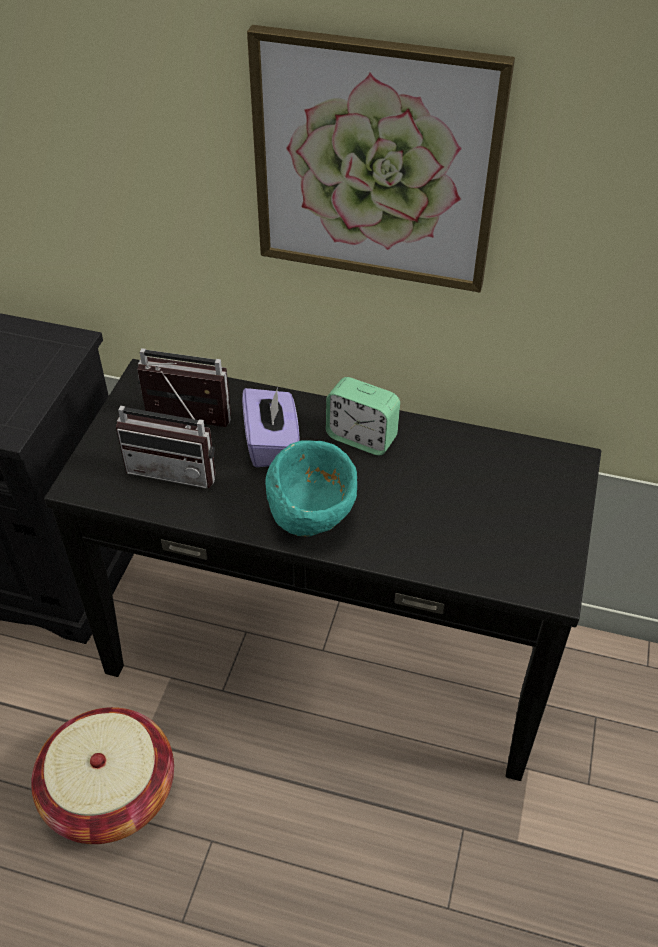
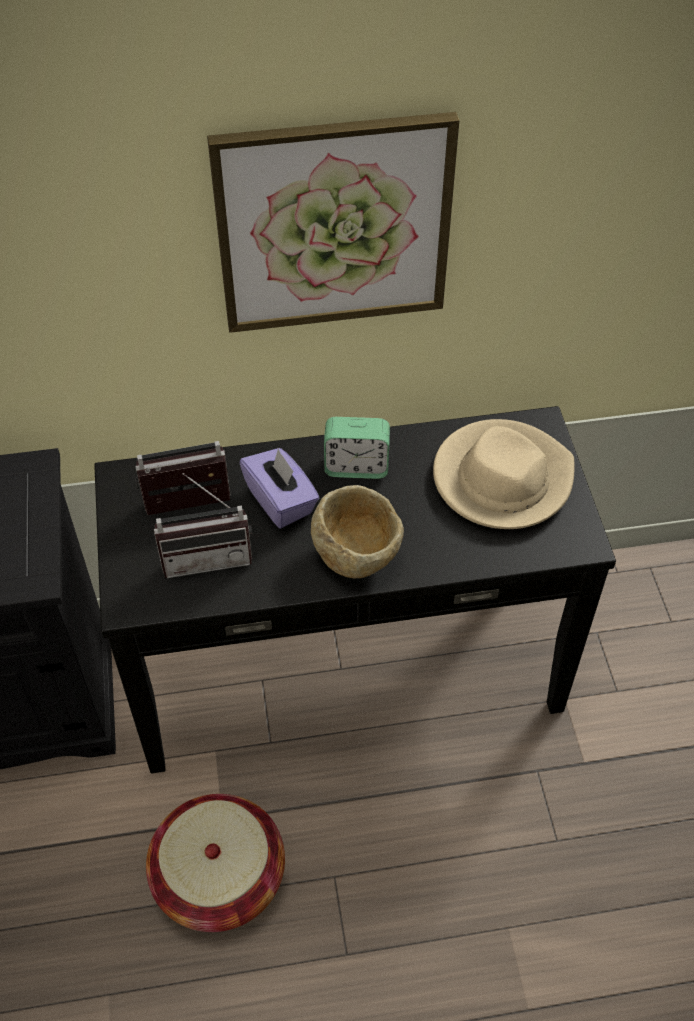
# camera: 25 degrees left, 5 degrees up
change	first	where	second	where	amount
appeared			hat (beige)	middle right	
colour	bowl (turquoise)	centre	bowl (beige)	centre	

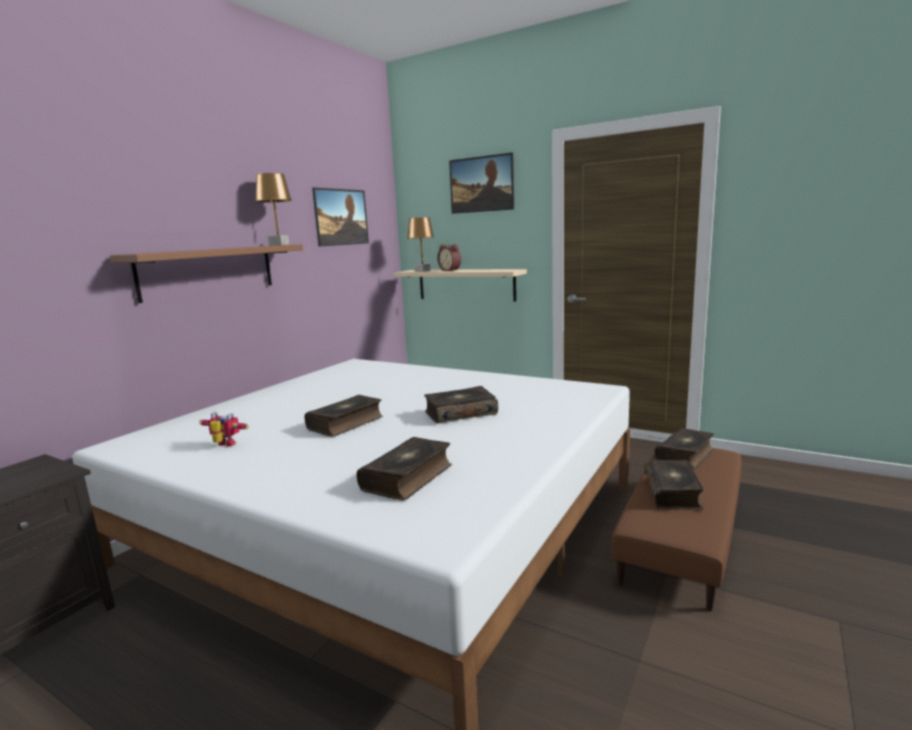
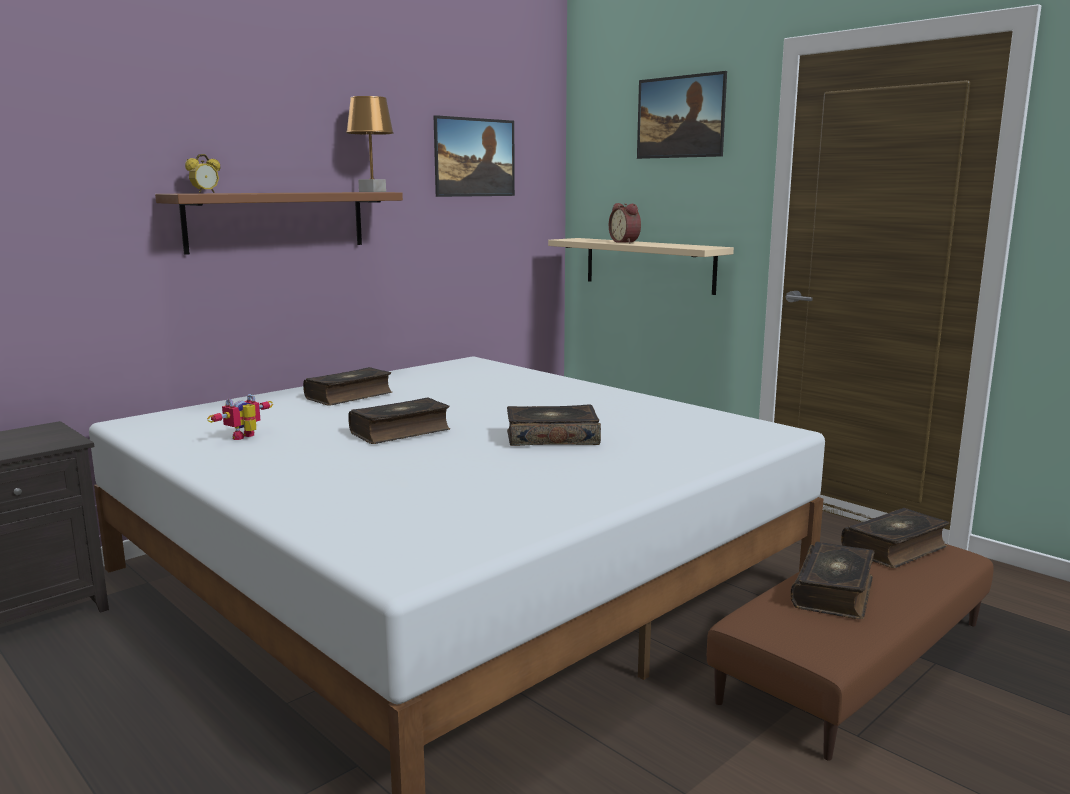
# camera: 15 degrees right, 0 degrees up
change	first	where	second	where	amount
missing	table lamp (brown) (no. 2 from left)	centre			
appeared			alarm clock (no. 1 from left)	top left	
relocated	book (no. 2 from left in the first image)	centre	book (no. 1 from left)	middle left	
spun	toy robot	middle left		middle left	90 degrees counterclockwise

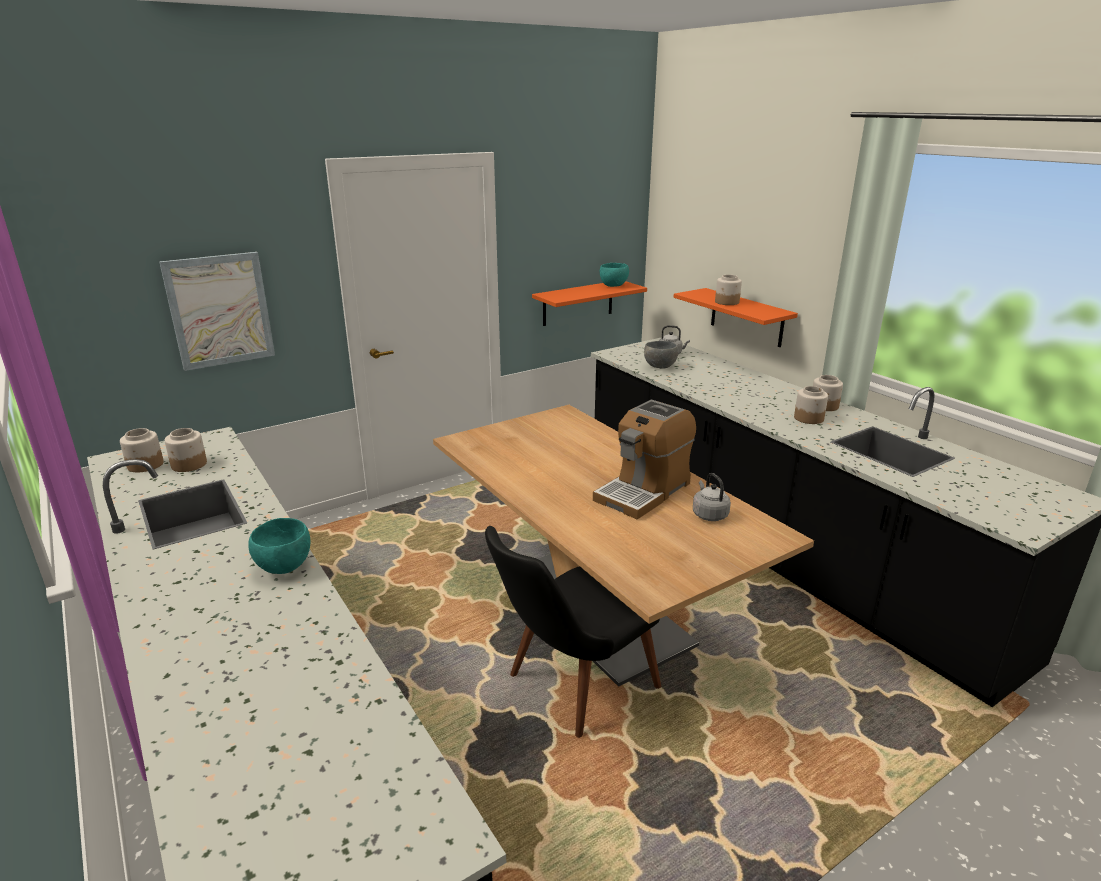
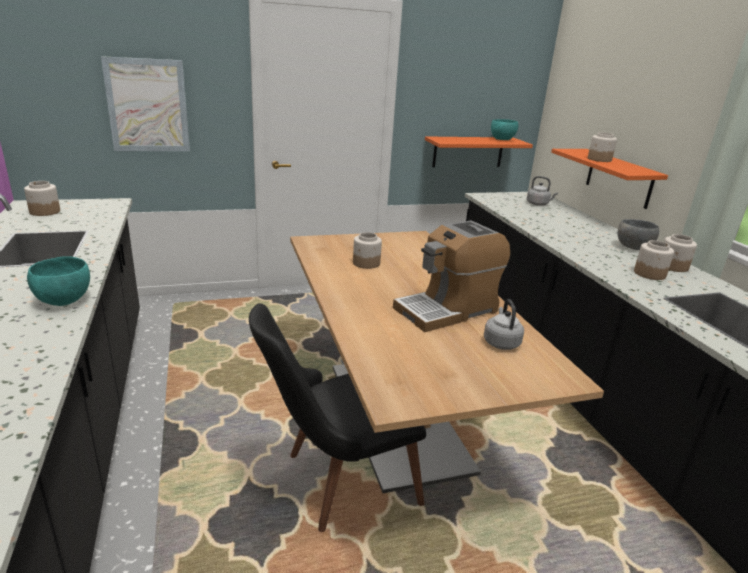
# camera: 15 degrees right, 0 degrees up
change	first	where	second	where	amount
relocated	jar (no. 2 from left)	middle left		centre	
relocated	bowl (grey)	centre		middle right	

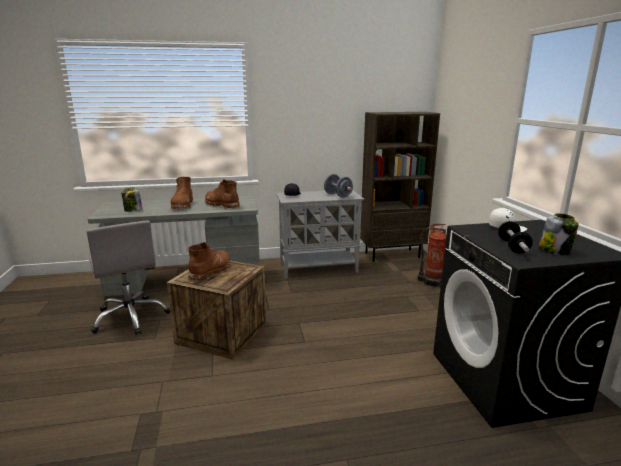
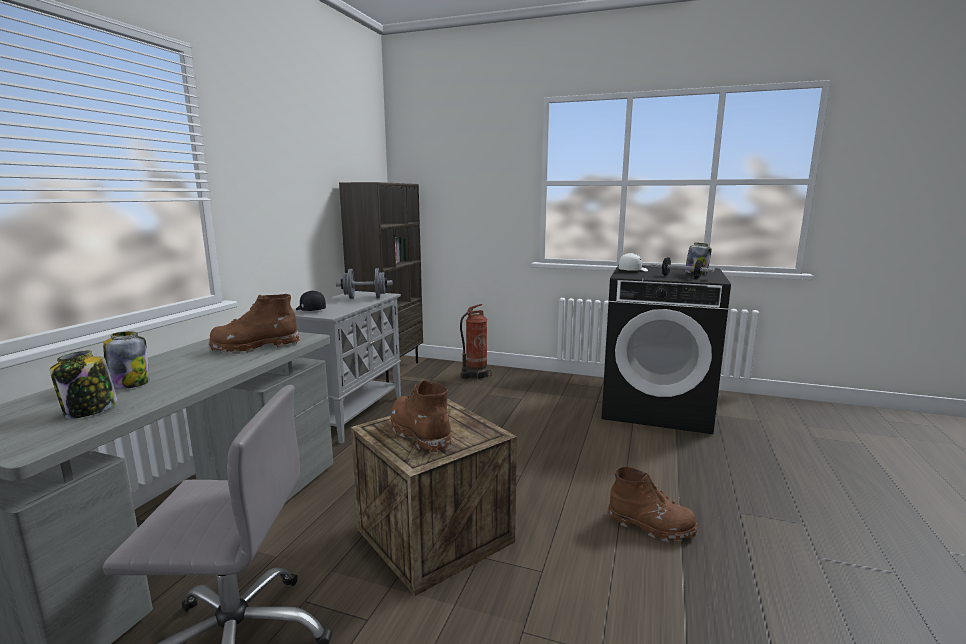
# camera: 60 degrees left, 5 degrees down
change	first	where	second	where	amount
appeared			jar (no. 2 from left)	middle left	
relocated	boot (brown) (no. 1 from left in the first image)	middle left	boot (brown) (no. 3 from left)	bottom right	

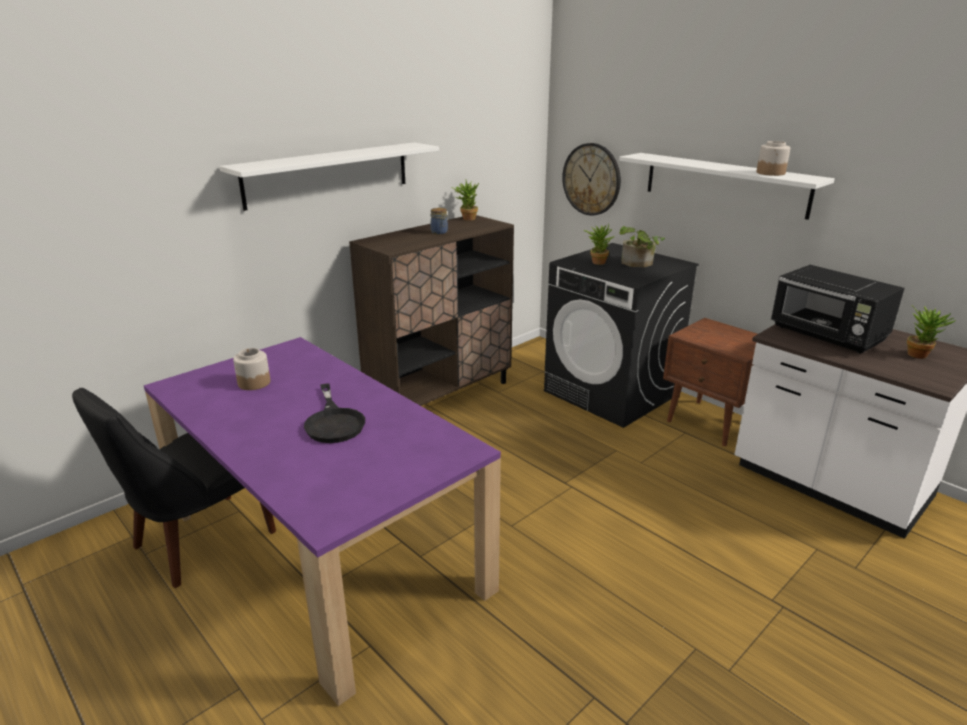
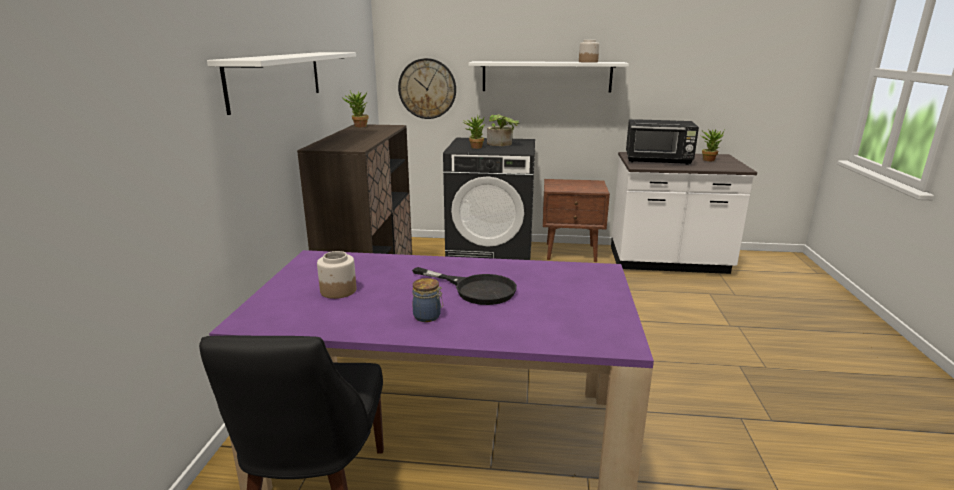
# camera: 40 degrees left, 5 degrees down
change	first	where	second	where	amount
relocated	jar (no. 2 from left)	top centre		centre	

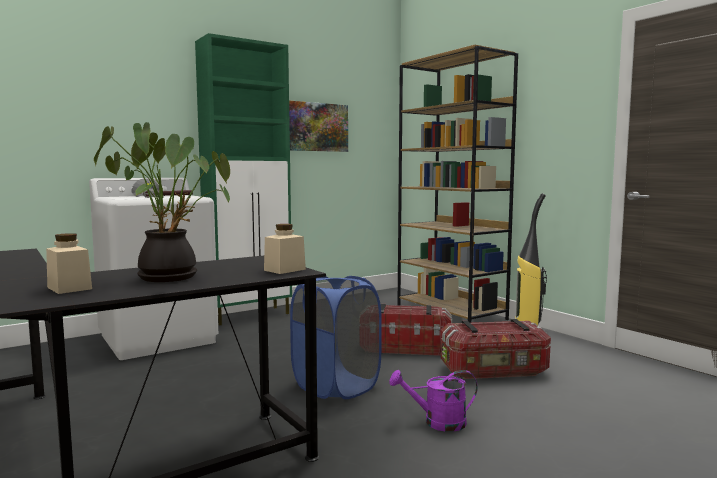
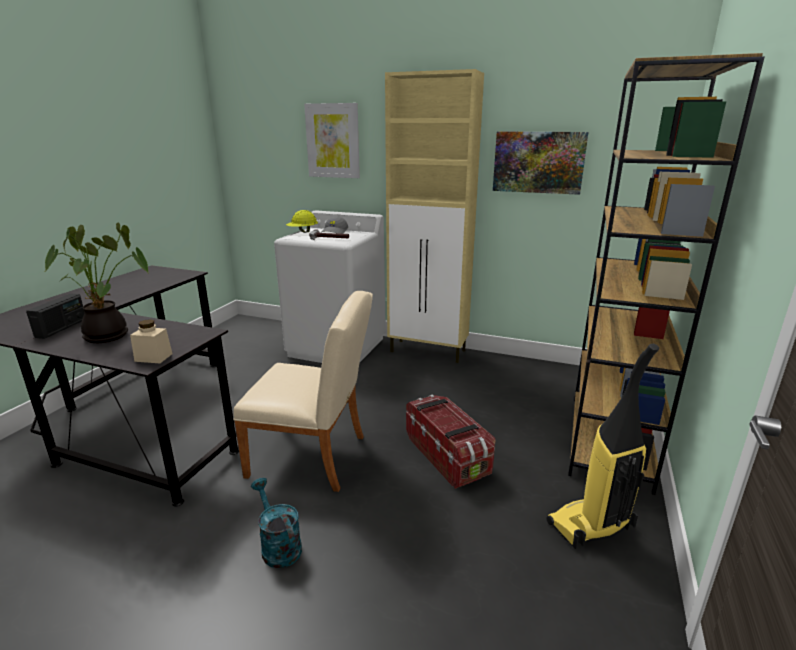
# camera: 55 degrees right, 15 degrees up
change	first	where	second	where	amount
missing	storage box (no. 2 from left)	bottom right			
appeared			hard hat (yellow)	centre	
appeared			picture (no. 1 from left)	top centre	
exchanged	jar (beige) (no. 1 from left)	middle left	radio	middle left	
exchanged	laundry basket (blue)	bottom centre	chair (beige)	centre	
colour	cabinet (green)	centre	cabinet (beige)	top centre	
colour	watering can (purple)	bottom centre	watering can (turquoise)	bottom centre	

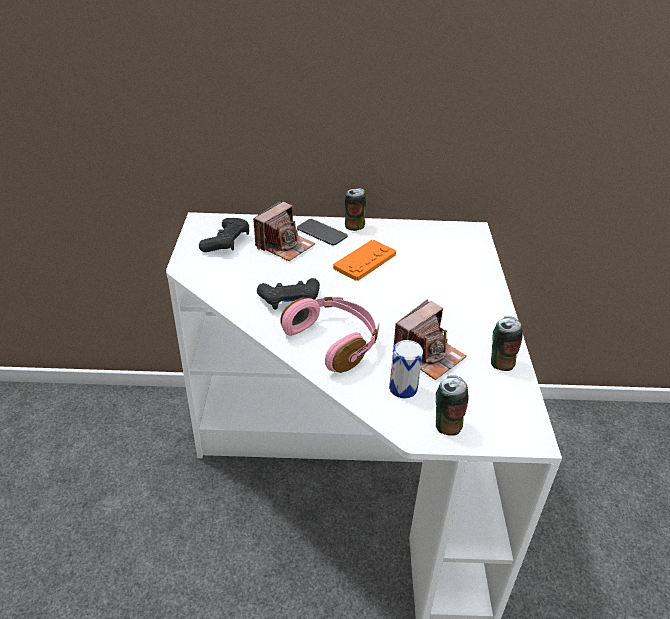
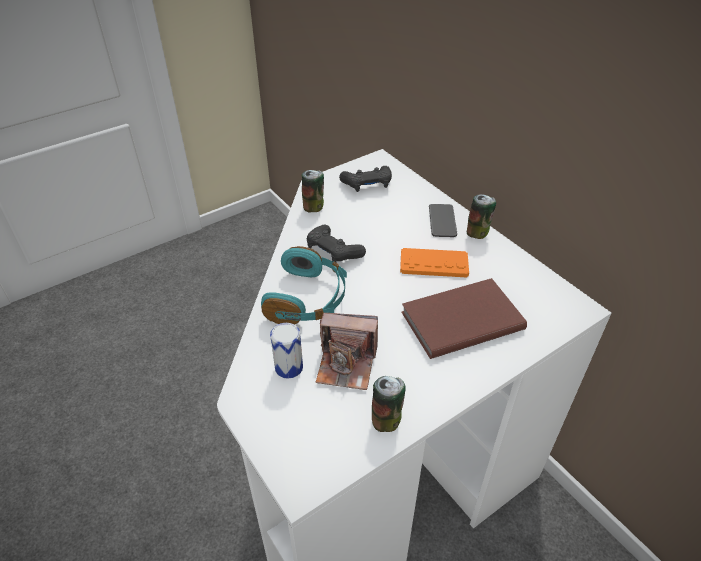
# camera: 55 degrees right, 5 degrees up
change	first	where	second	where	amount
missing	photo camera (no. 1 from left)	centre			
appeared			book (brown)	centre	
relocated	can (no. 3 from left in the first image)	middle right	can (no. 2 from left)	centre	
colour	headphones (pink)	centre	headphones (turquoise)	centre	

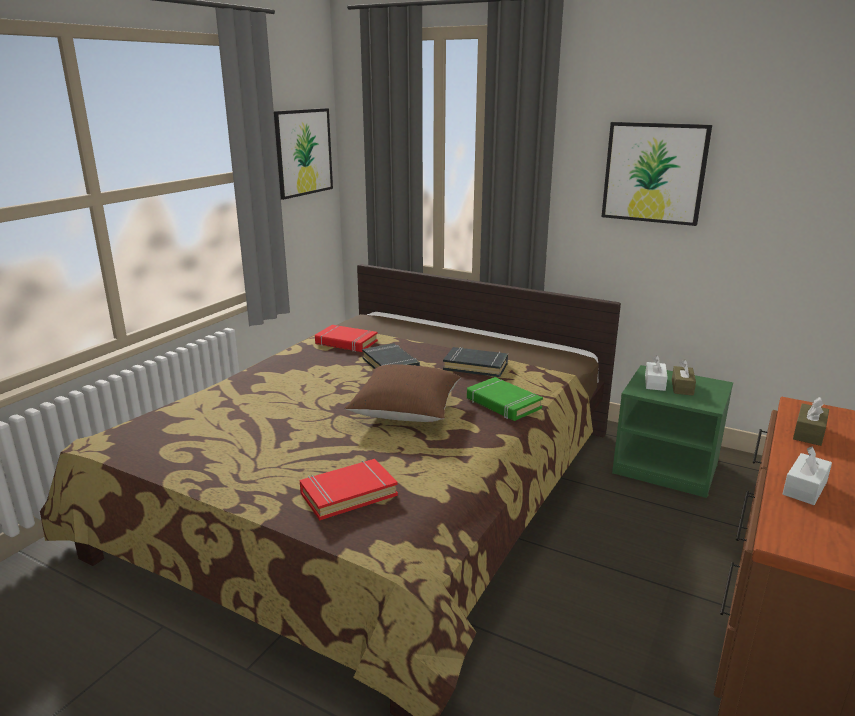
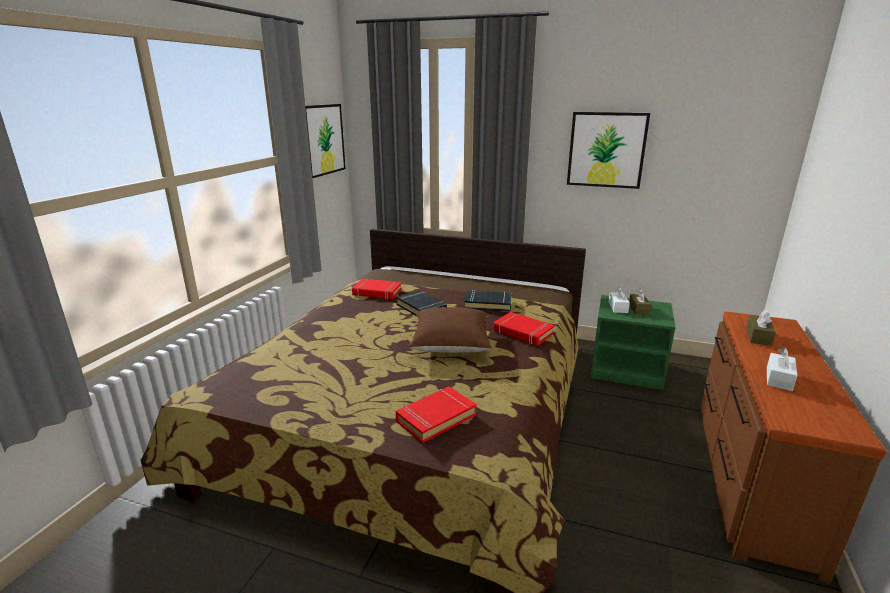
# camera: 10 degrees left, 0 degrees up
change	first	where	second	where	amount
colour	book (green)	centre	book (red) (no. 3 from left)	centre	

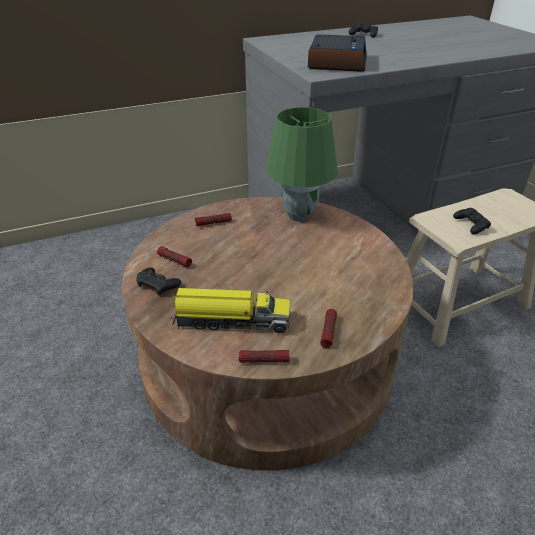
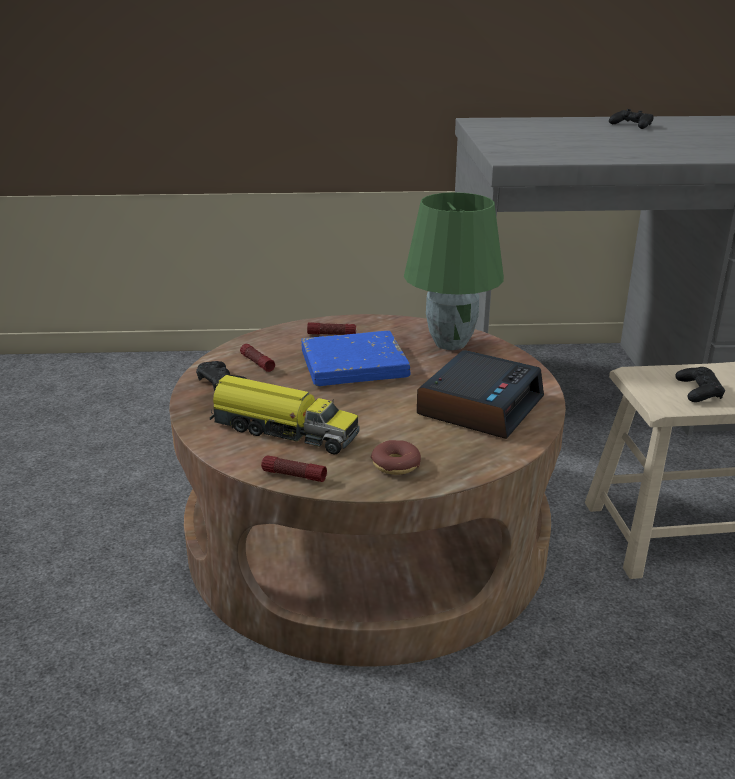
# camera: 20 degrees right, 10 degrees down
change	first	where	second	where	amount
appeared			book (blue)	centre	
relocated	alarm clock	top centre		centre	
exchanged	flashlight (no. 4 from left)	centre	donut	centre	

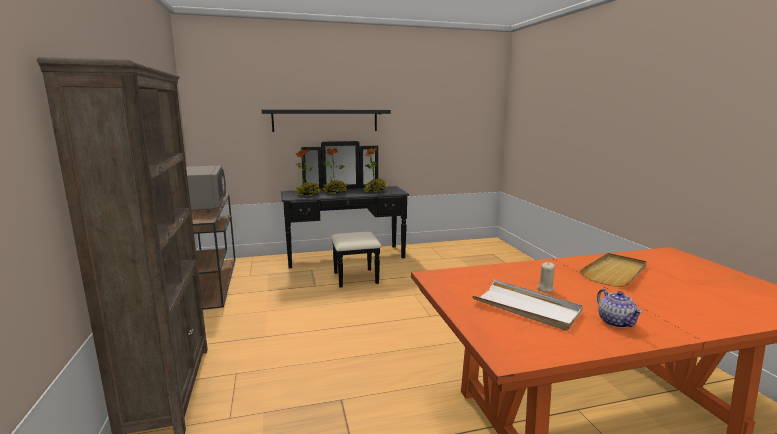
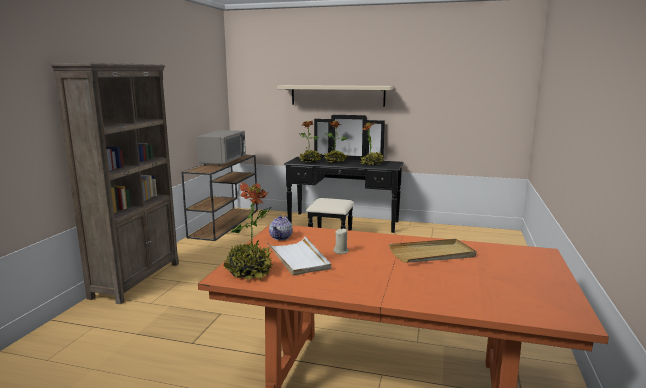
# camera: 30 degrees right, 0 degrees up
change	first	where	second	where	amount
appeared			potted plant (no. 1 from left)	centre	
relocated	teapot	bottom right		centre	
colour	shelf (black)	top centre	shelf (beige)	top centre	

